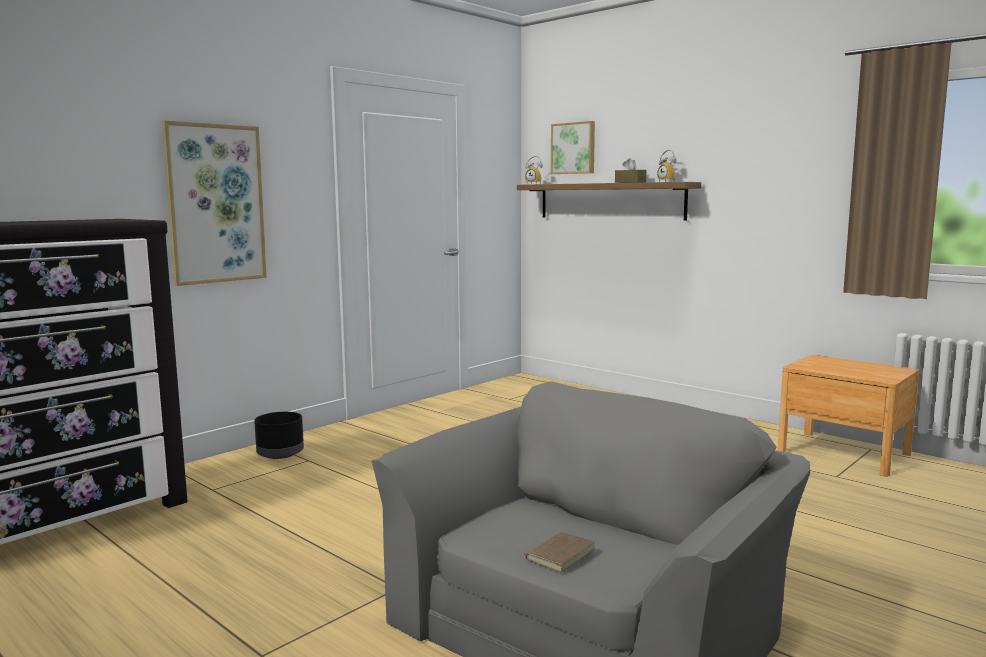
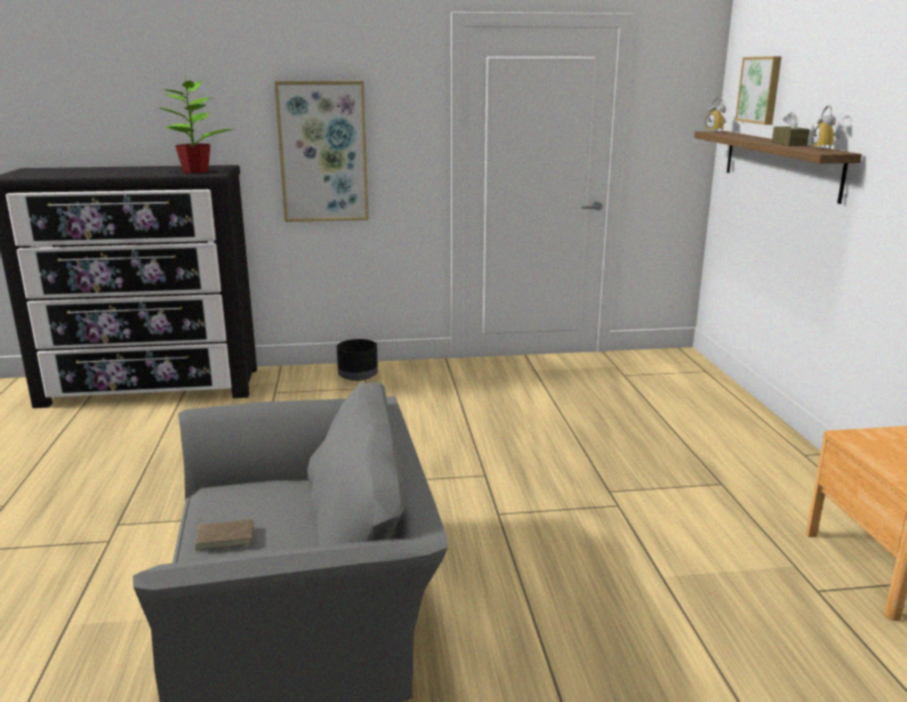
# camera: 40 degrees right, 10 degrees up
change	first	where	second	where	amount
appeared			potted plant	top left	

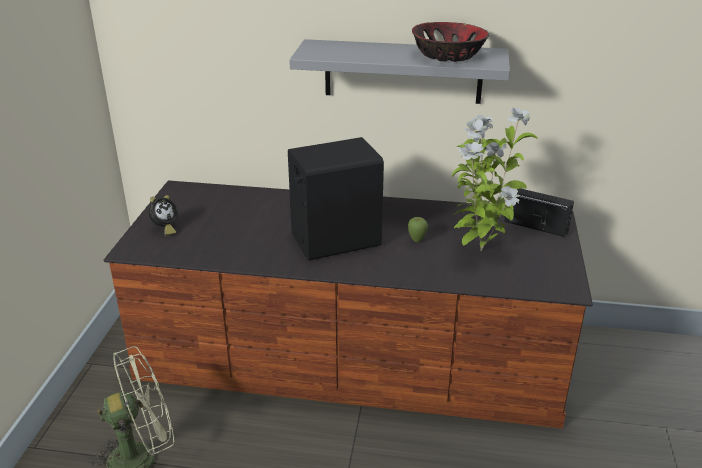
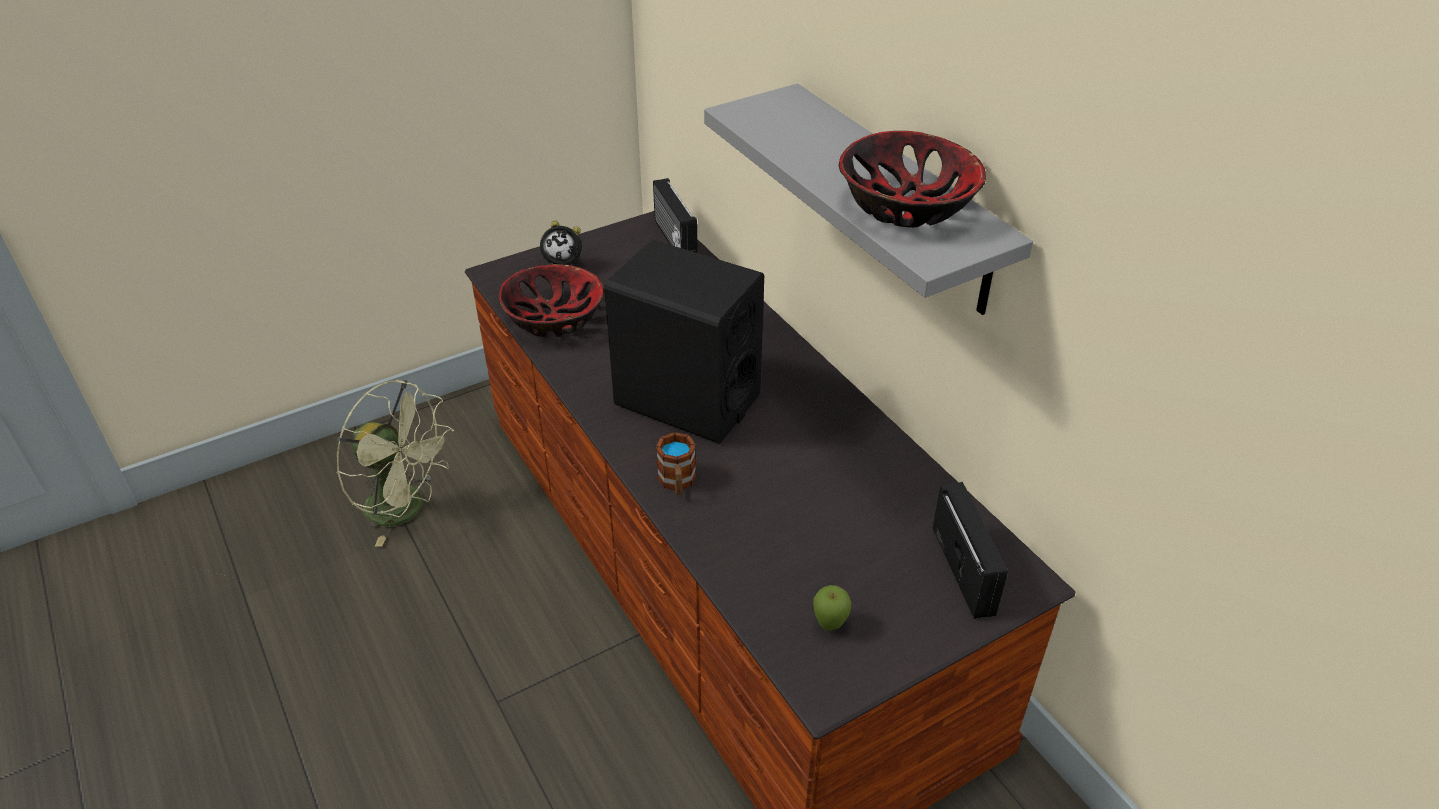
# camera: 50 degrees right, 10 degrees up
change	first	where	second	where	amount
missing	potted plant	middle right			
appeared			bowl (no. 1 from left)	centre	
appeared			radio (no. 1 from left)	top centre	
appeared			mug	centre	
relocated	apple	centre		bottom centre	

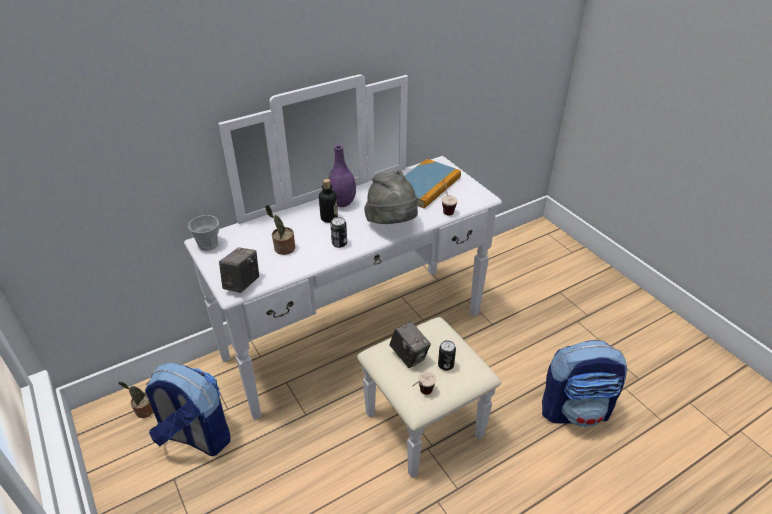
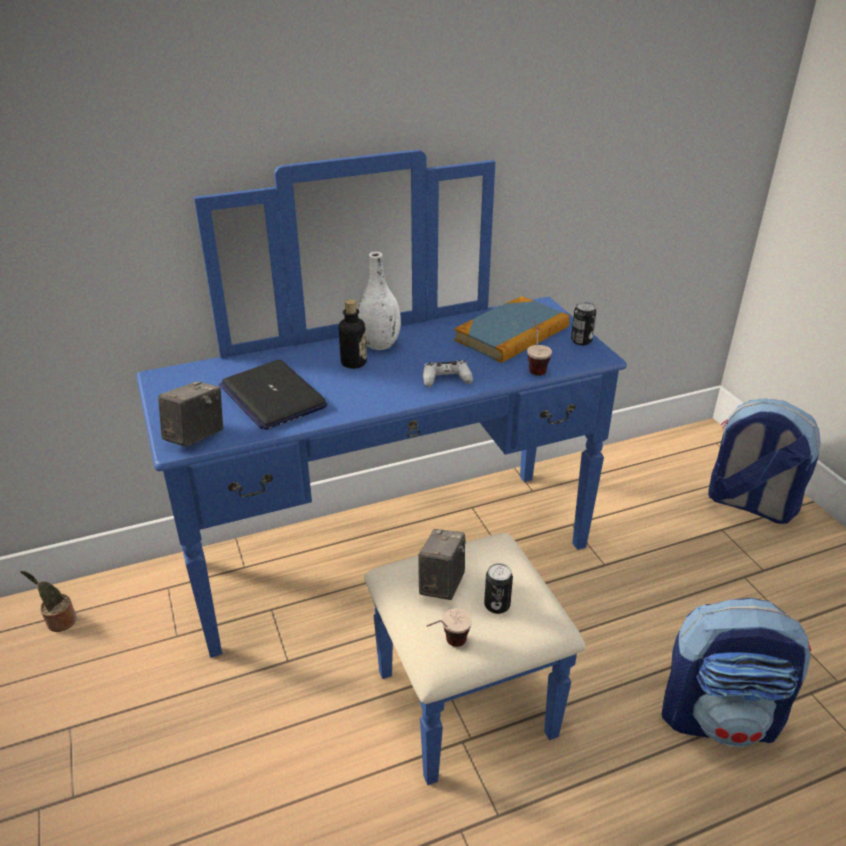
# camera: 10 degrees right, 5 degrees down
change	first	where	second	where	amount
missing	cup (no. 1 from left)	middle left			
relocated	backpack (no. 1 from left in the first image)	bottom left	backpack (no. 2 from left)	middle right	
relocated	can (no. 1 from left in the first image)	centre	can (no. 2 from left)	middle right	
exchanged	potted plant (no. 2 from left)	centre	laptop	middle left	
exchanged	hat (grey)	centre	game controller (white)	centre	
colour	dresser (white)	centre	dresser (blue)	centre	
colour	vase (purple)	centre	vase (white)	centre	
spun	photo camera (no. 2 from left)	bottom centre		bottom centre	135 degrees counterclockwise

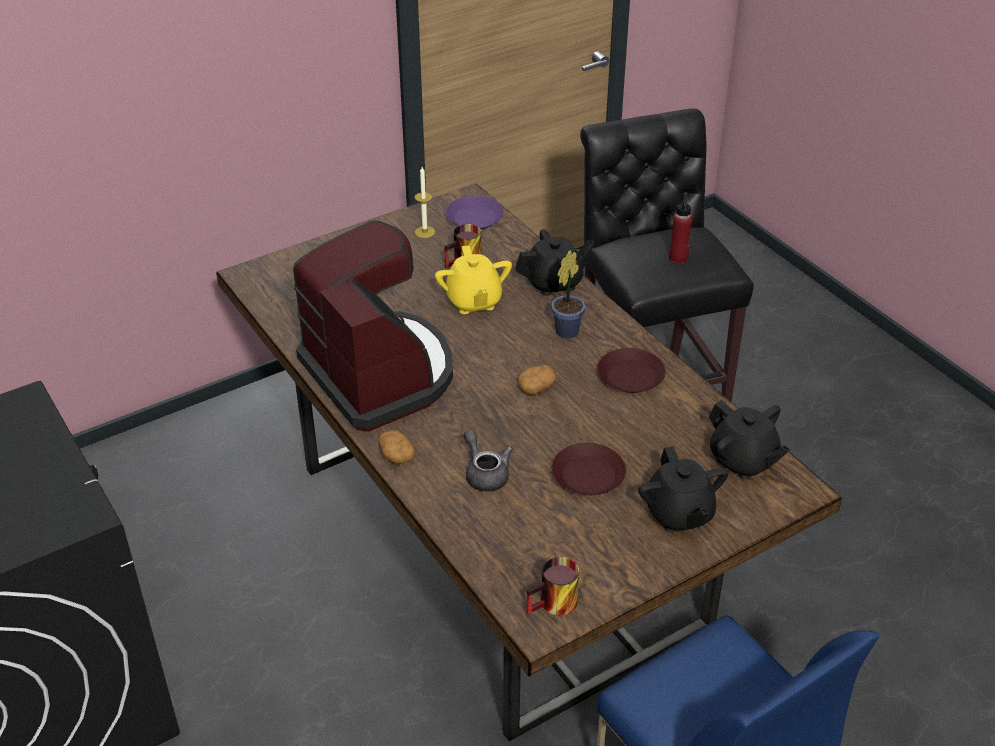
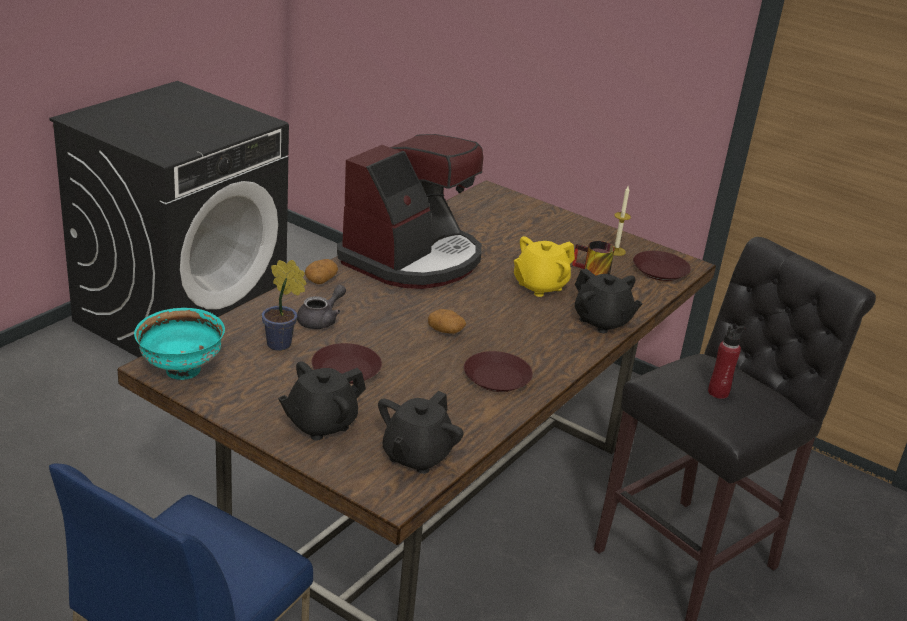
# camera: 65 degrees right, 10 degrees down
change	first	where	second	where	amount
relocated	potted plant	centre		middle left	
exchanged	mug (no. 2 from left)	bottom centre	bowl (turquoise)	middle left	
colour	plate (purple)	top centre	plate (brown) (no. 3 from left)	middle right	

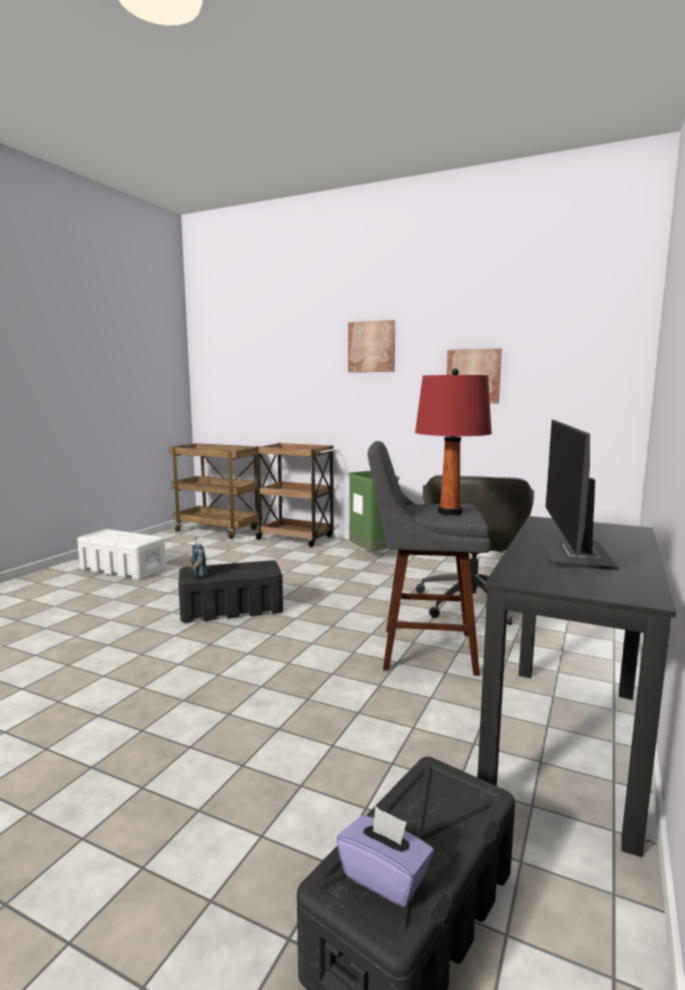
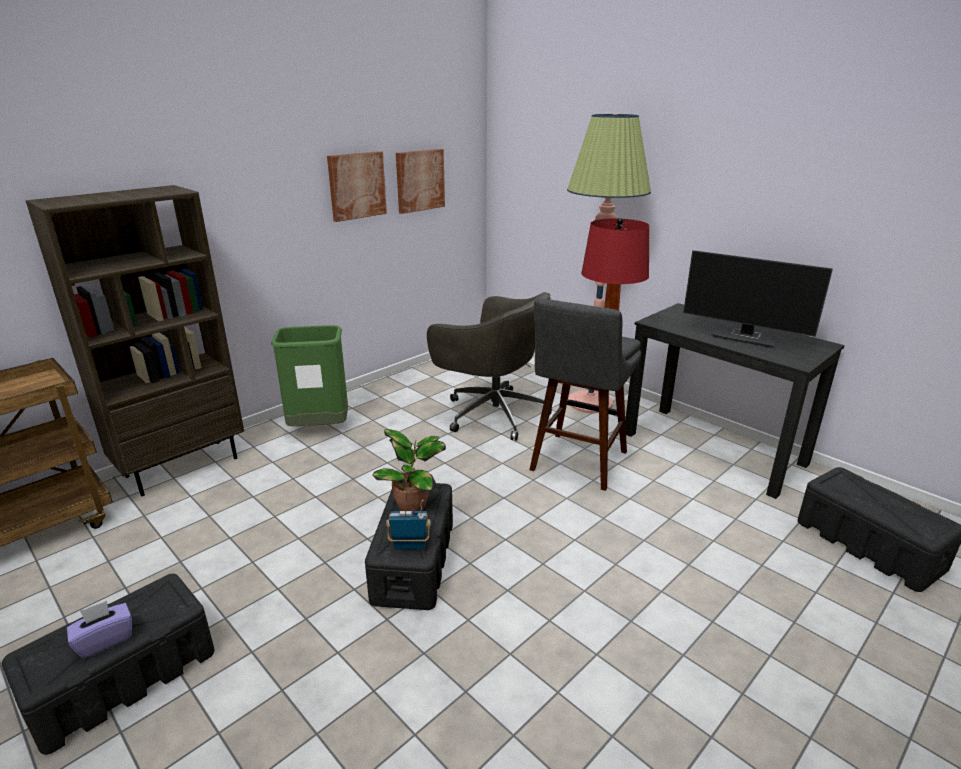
# camera: 70 degrees left, 15 degrees up
change	first	where	second	where	amount
appeared			potted plant	centre	
appeared			floor lamp	centre	
relocated	tissue box (purple)	bottom centre		bottom left	
relocated	picture (no. 1 from left in the first image)	centre	picture (no. 2 from left)	top centre	
exchanged	cart (brown) (no. 2 from left)	centre	bookcase (brown)	middle left	
colour	storage box (white)	middle left	storage box (black) (no. 1 from left)	bottom left	

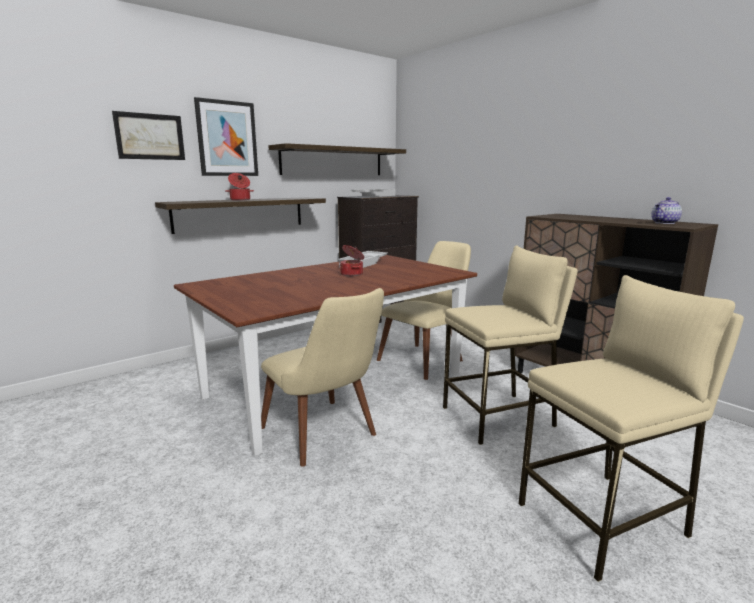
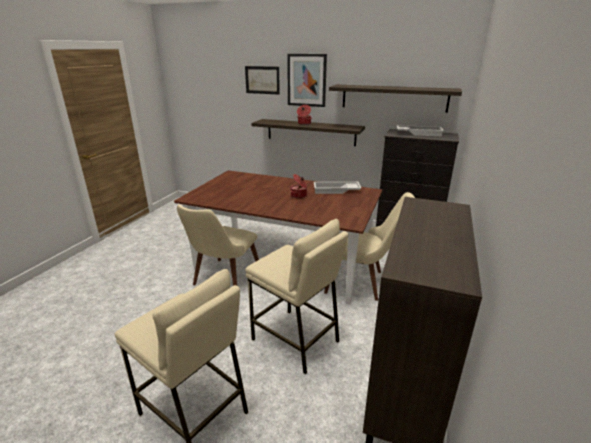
# camera: 60 degrees right, 10 degrees up
change	first	where	second	where	amount
missing	teapot	middle right			

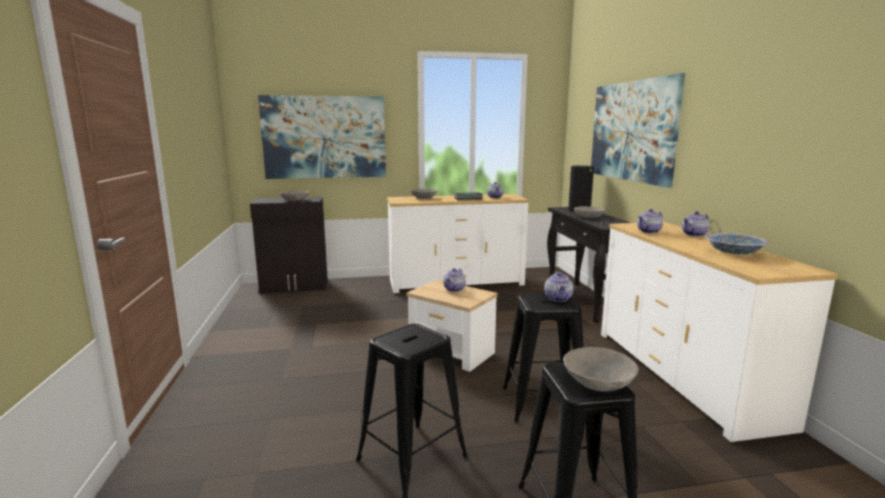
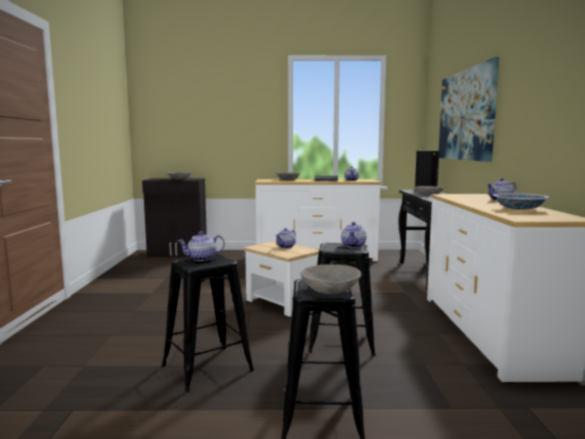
# camera: 10 degrees right, 5 degrees down
change	first	where	second	where	amount
missing	picture (no. 1 from left)	top centre			
relocated	teapot (no. 4 from left in the first image)	middle right	teapot (no. 1 from left)	centre	

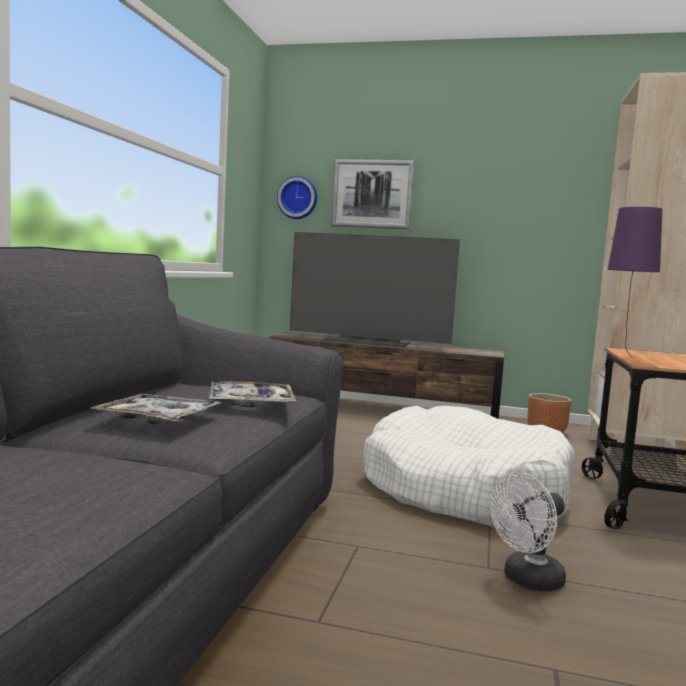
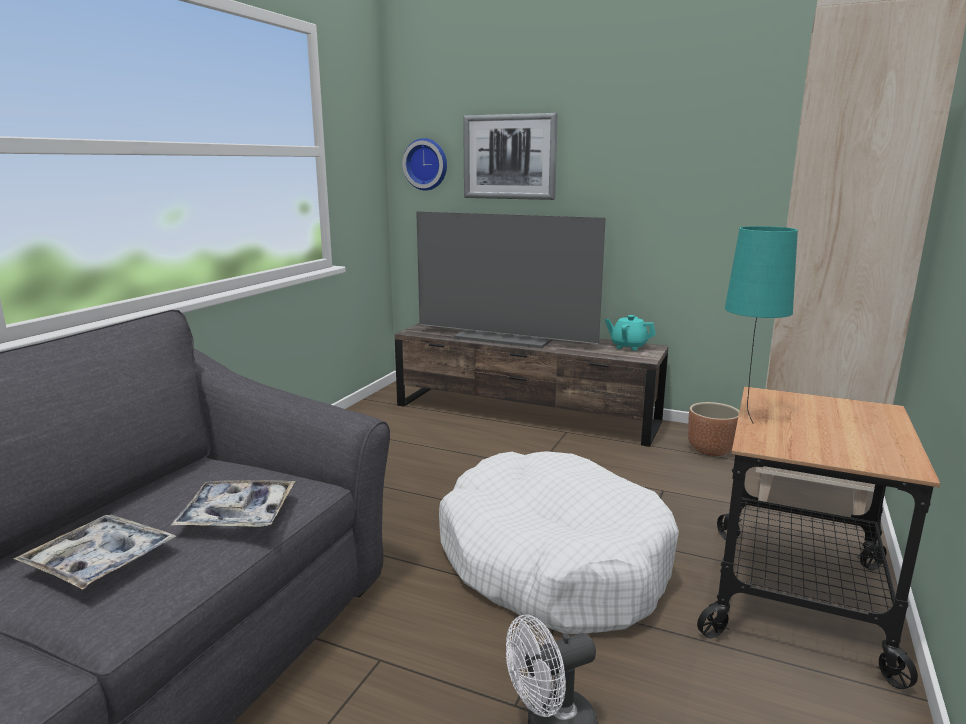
# camera: 10 degrees right, 10 degrees up
change	first	where	second	where	amount
appeared			teapot (turquoise)	centre	
colour	table lamp (purple)	middle right	table lamp (turquoise)	middle right	

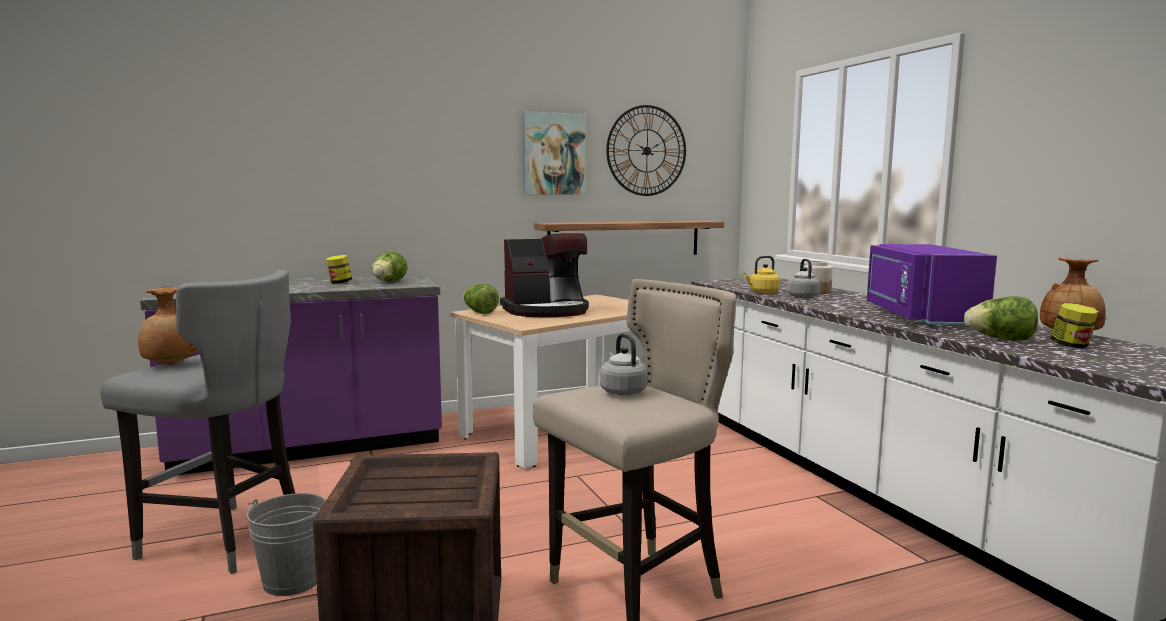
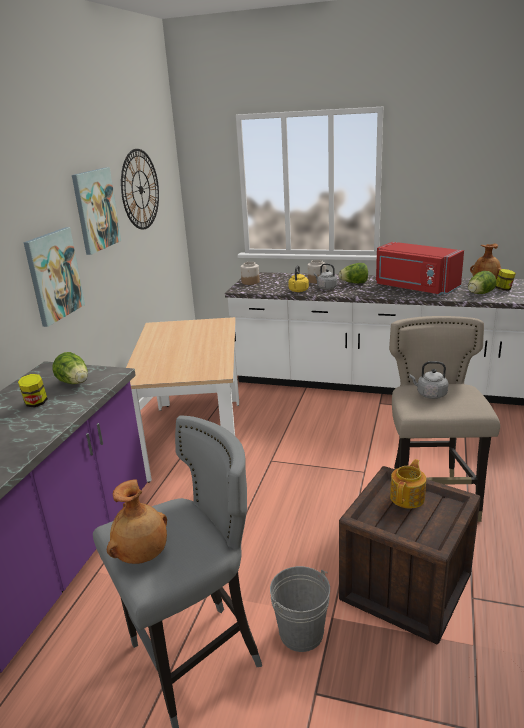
# camera: 50 degrees left, 15 degrees up
change	first	where	second	where	amount
missing	coffee machine	centre			
missing	shelf	centre			
appeared			picture (no. 1 from left)	middle left	
appeared			jar (no. 2 from left)	centre	
appeared			teapot	middle right	
relocated	lettuce (no. 2 from left)	centre		middle right	
colour	microwave (purple)	middle right	microwave (red)	middle right	

